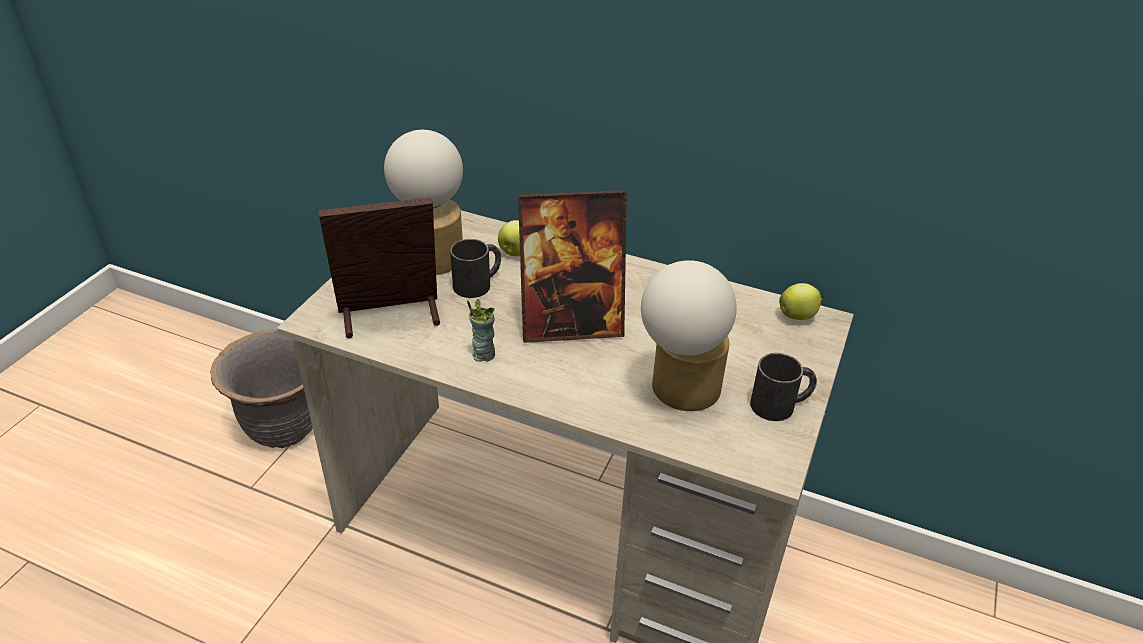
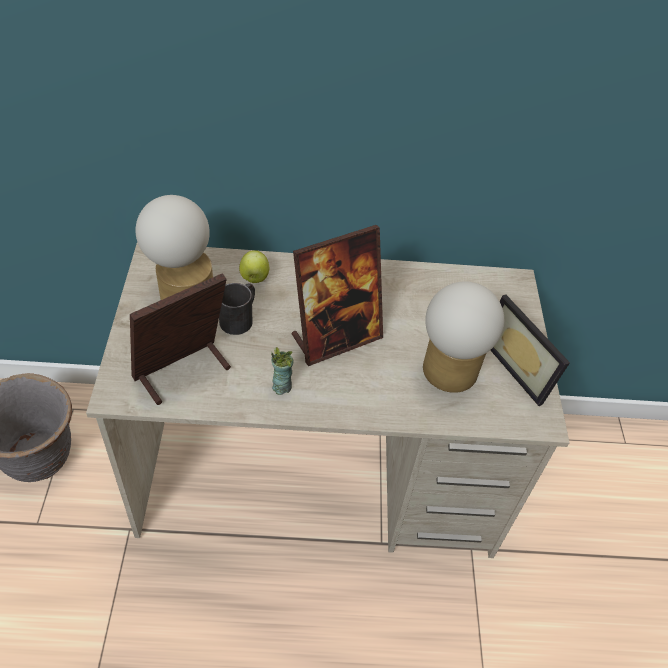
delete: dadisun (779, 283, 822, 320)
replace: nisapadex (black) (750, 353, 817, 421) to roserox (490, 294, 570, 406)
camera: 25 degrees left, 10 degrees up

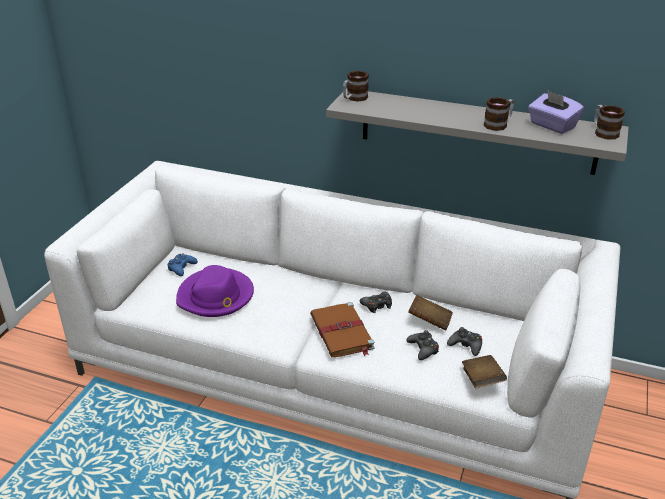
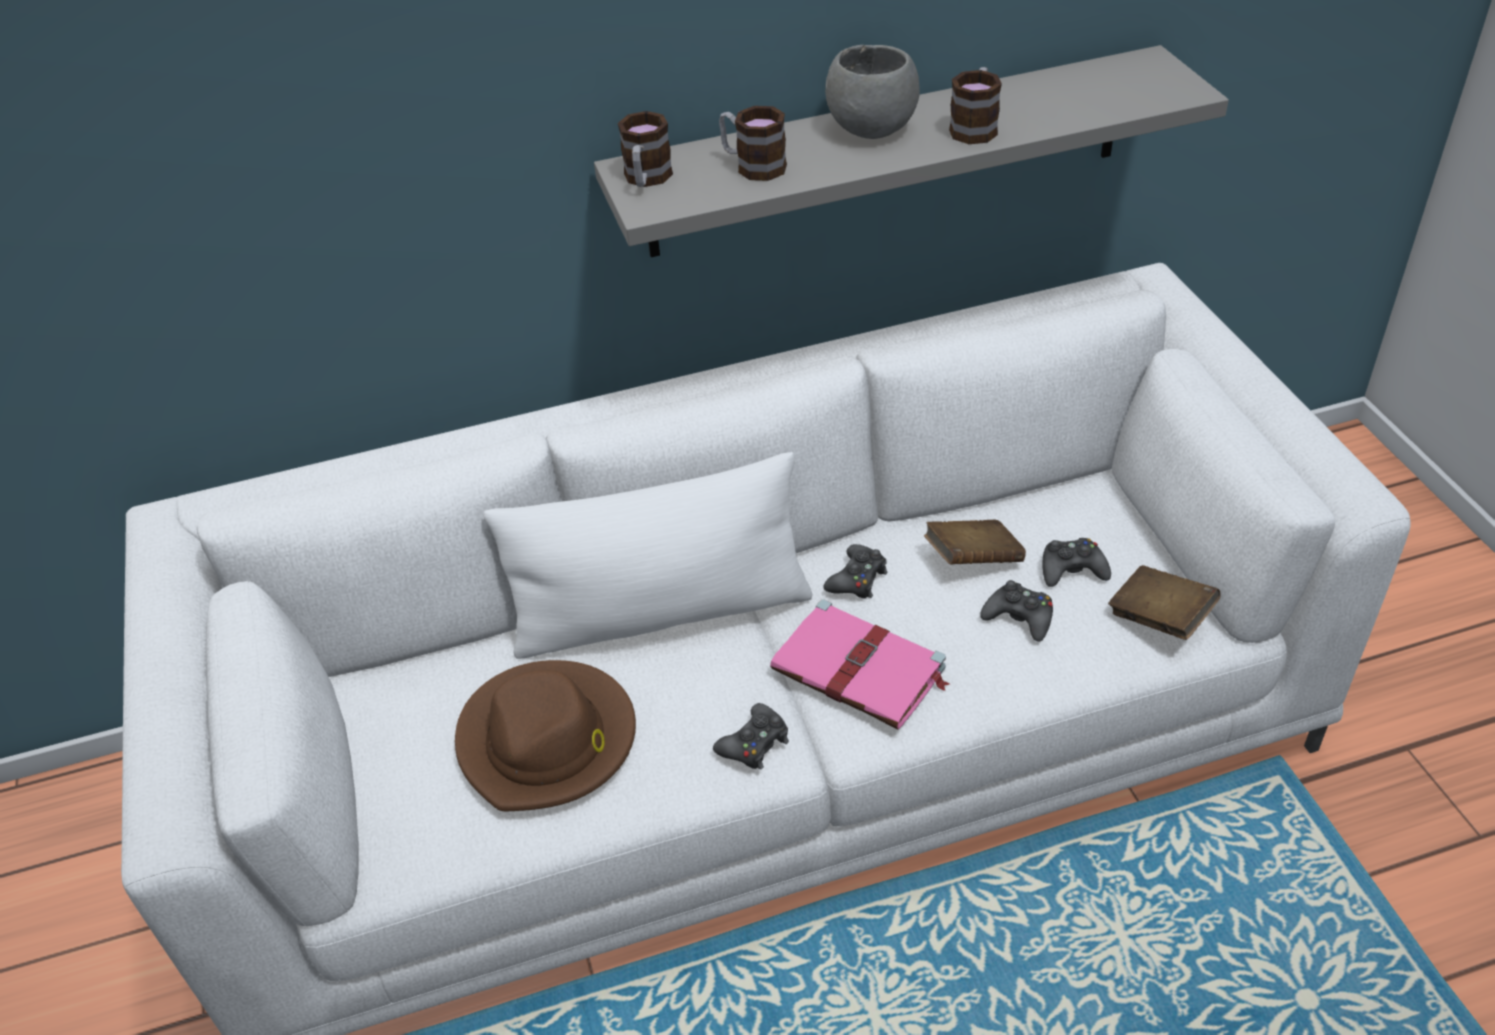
delete: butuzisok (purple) (528, 90, 584, 134); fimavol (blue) (168, 253, 198, 276)
insert: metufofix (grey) (825, 45, 920, 139); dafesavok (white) (484, 452, 813, 659); fimavol (black) (713, 703, 789, 770)
move: nisapadex (594, 105, 625, 140) to (719, 106, 787, 181)
recolor: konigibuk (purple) (176, 265, 254, 317) to konigibuk (brown) (455, 660, 636, 811); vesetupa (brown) (310, 302, 375, 357) to vesetupa (pink) (770, 599, 949, 729)
camera: 35 degrees left, 10 degrees up

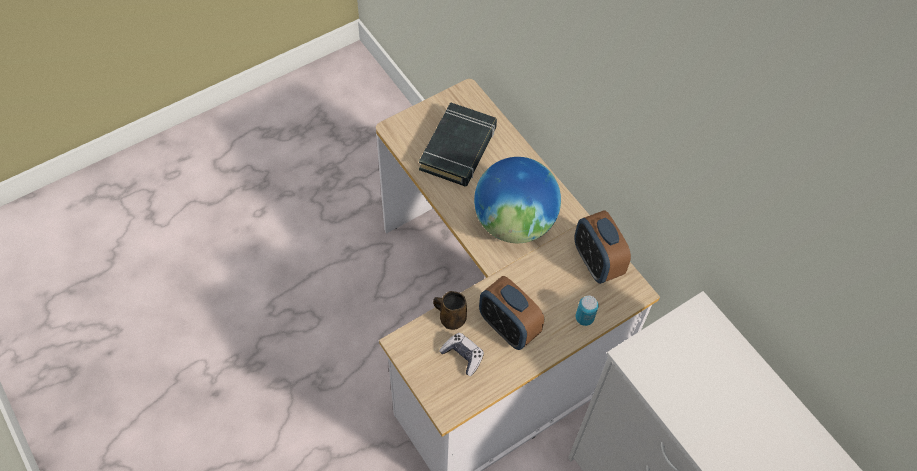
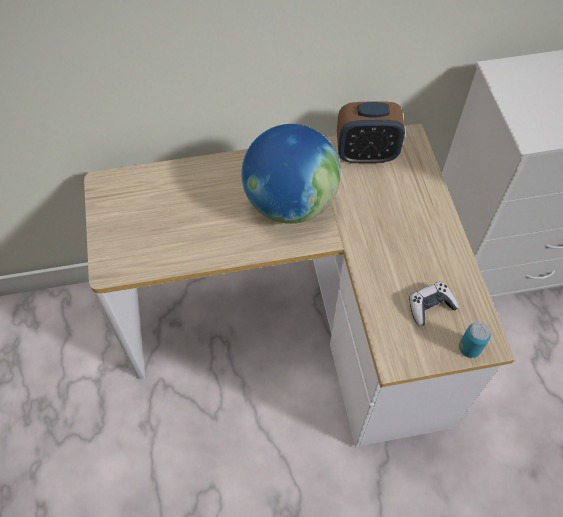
delete: vesetupa (black) (419, 102, 497, 186); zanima (479, 276, 544, 350); nisapadex (brown) (433, 291, 467, 330)
move: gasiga (576, 296, 599, 326) to (459, 322, 491, 358)
camera: 65 degrees left, 0 degrees up

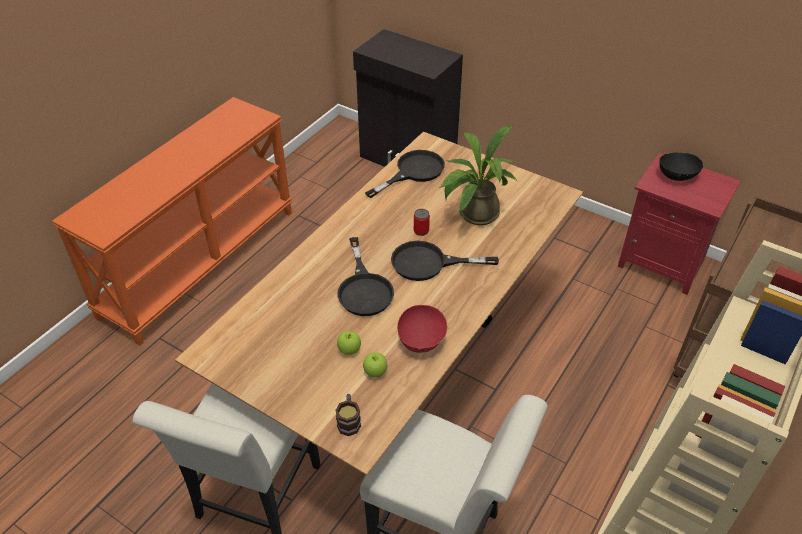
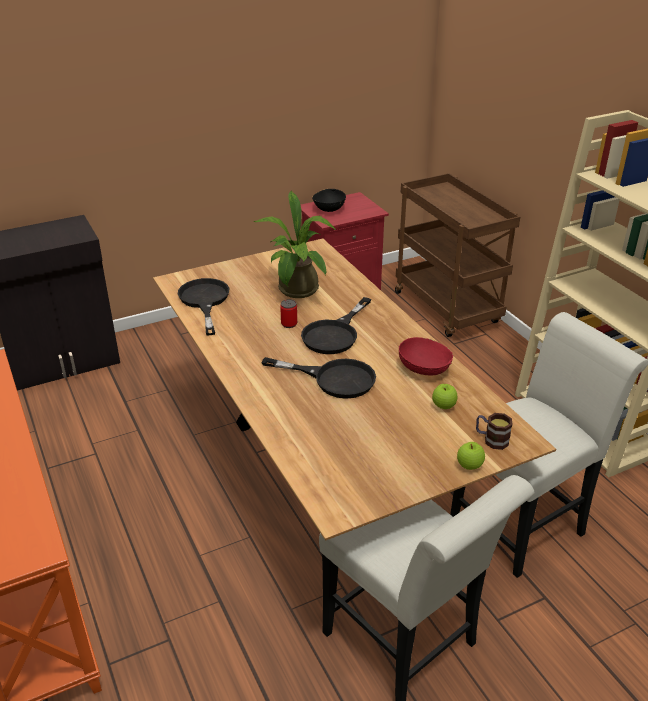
move: dadisun (337, 331, 361, 355) to (457, 442, 485, 470)
camera: 60 degrees left, 10 degrees down

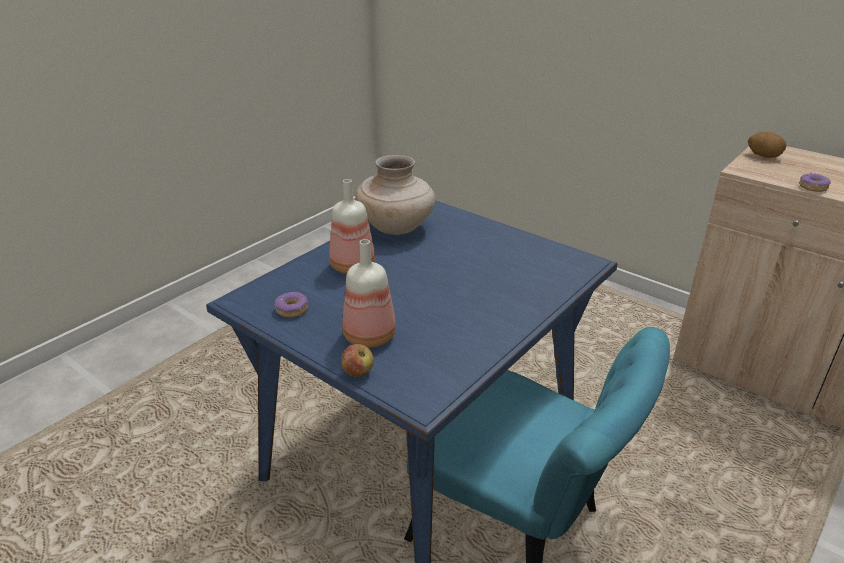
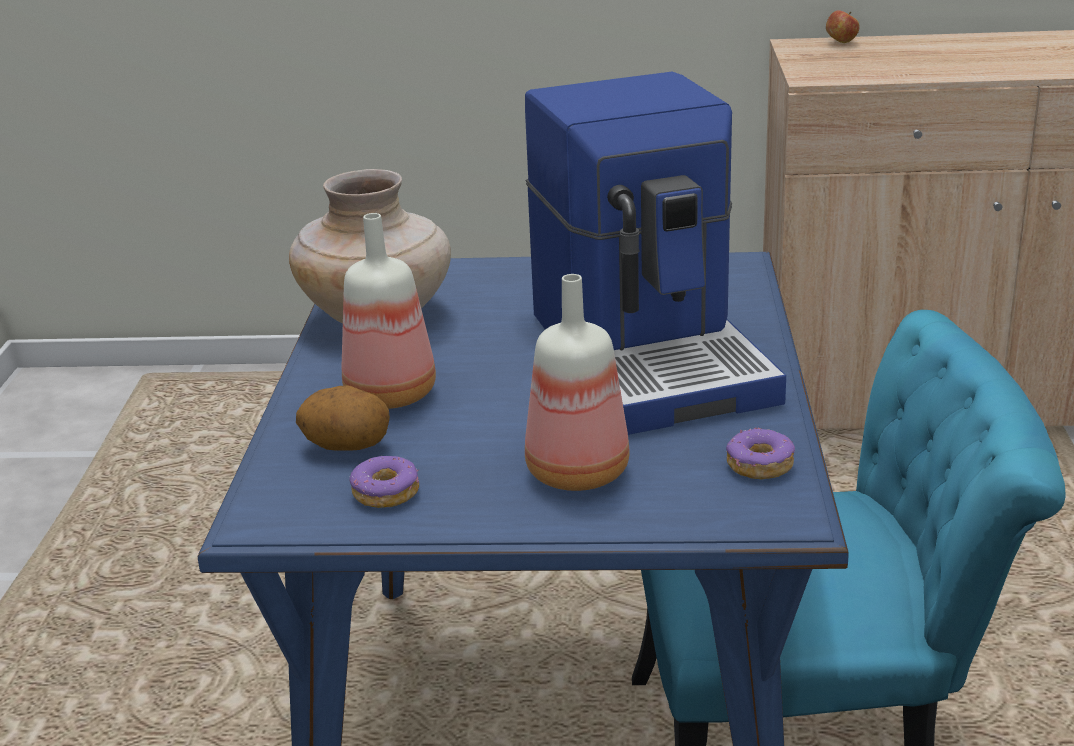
insert: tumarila (525, 72, 786, 435)
move: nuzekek (748, 132, 787, 158) to (296, 386, 390, 450); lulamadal (799, 173, 831, 192) to (726, 428, 795, 480); dadisun (341, 344, 374, 377) to (826, 10, 860, 43)
camera: 35 degrees left, 5 degrees down

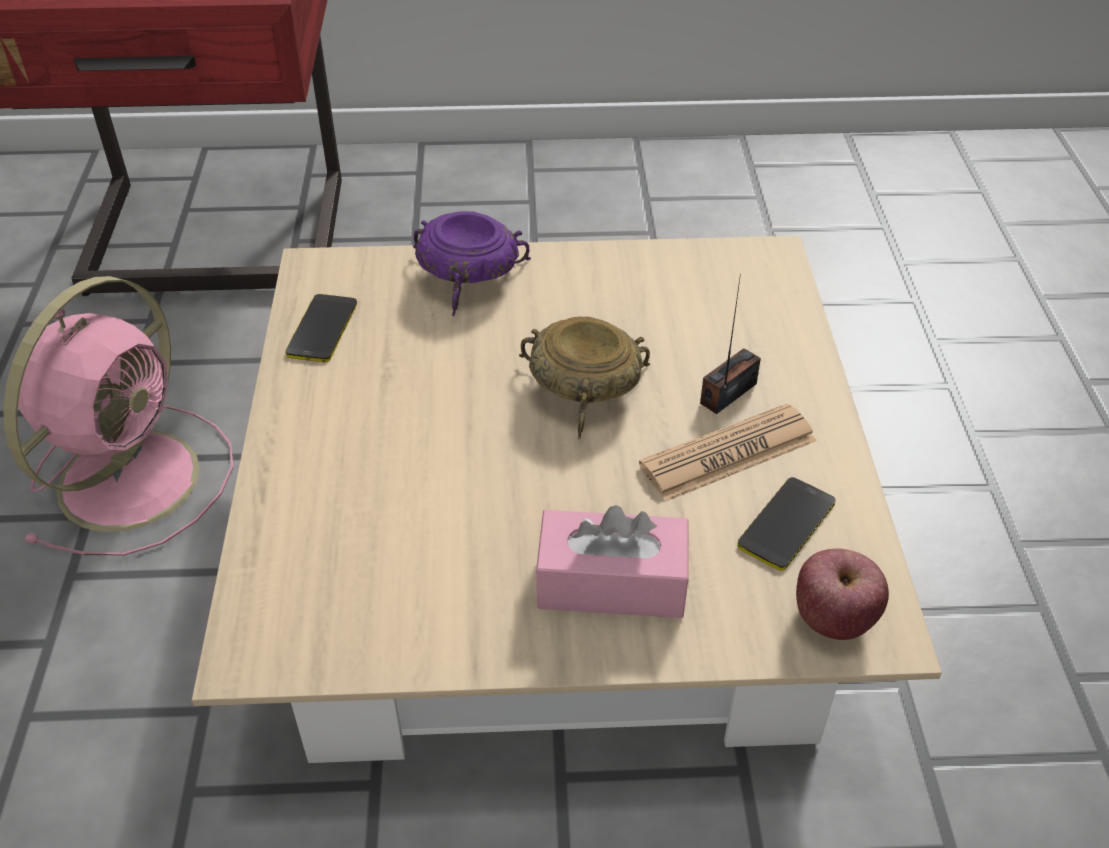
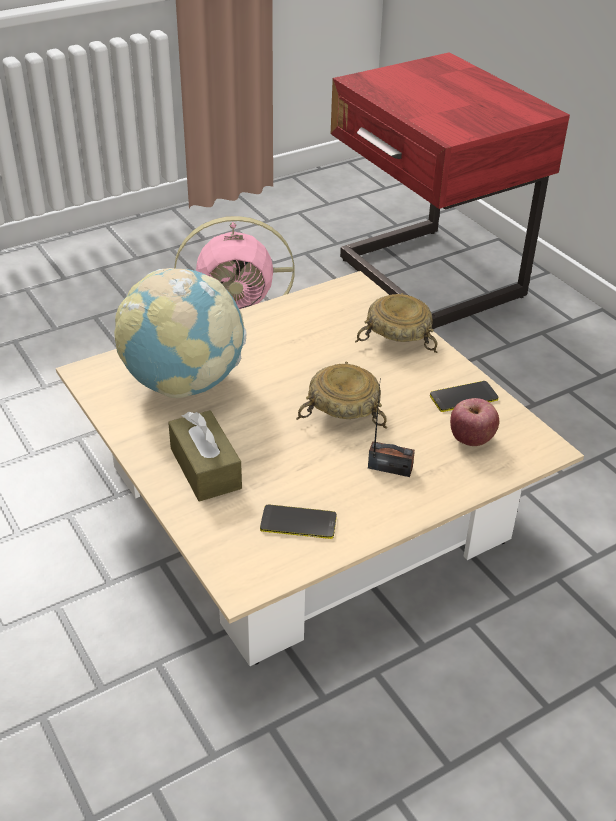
delete: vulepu (639, 403, 817, 501)
insert: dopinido (114, 268, 247, 398)
move: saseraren (286, 294, 357, 362) to (430, 381, 498, 412); dadisun (796, 548, 889, 640) to (450, 398, 499, 446)
recolor: metufofix (purple) (413, 211, 531, 316) to metufofix (beige) (355, 293, 437, 353); butuzisok (pink) (535, 505, 689, 618) to butuzisok (brown) (168, 410, 242, 502)
camera: 60 degrees right, 5 degrees down

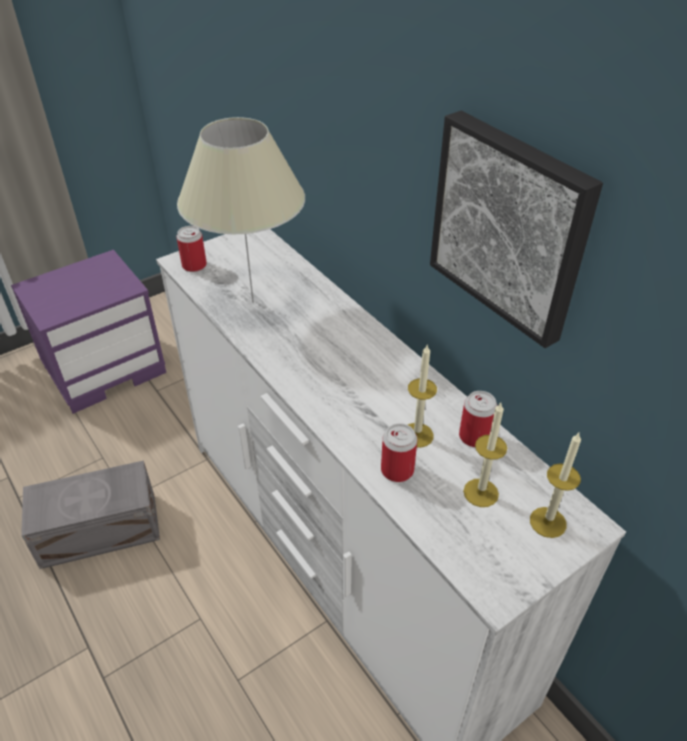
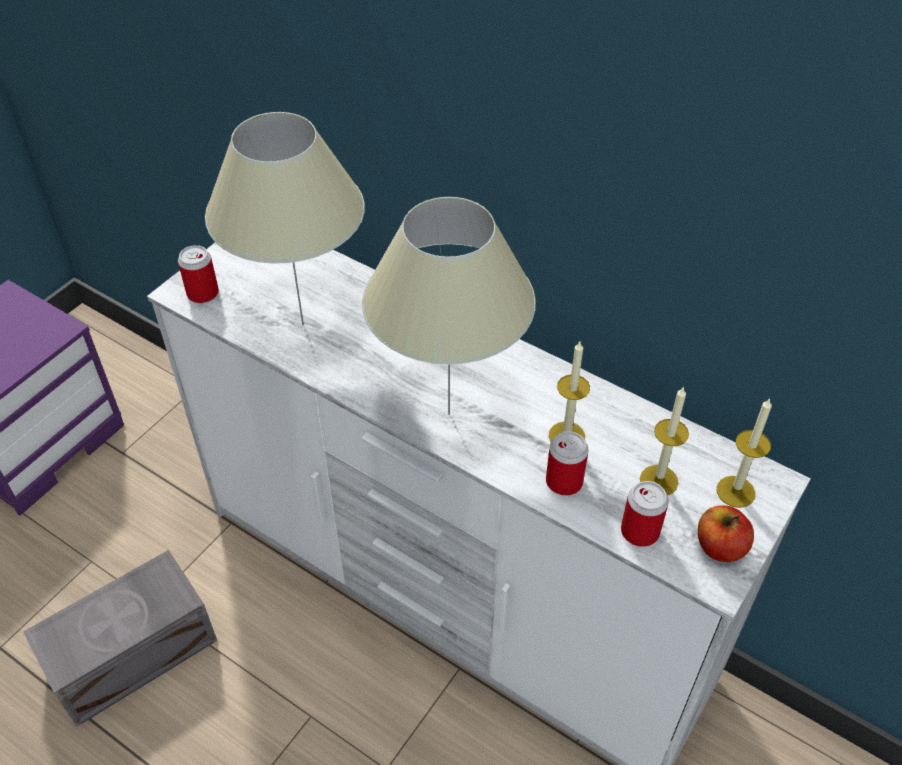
delete: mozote (430, 111, 603, 348)
insert: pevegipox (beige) (362, 197, 536, 415); dadisun (698, 505, 754, 562)
move: gasiga (459, 391, 498, 447) to (621, 481, 669, 547)
camera: 20 degrees left, 5 degrees up

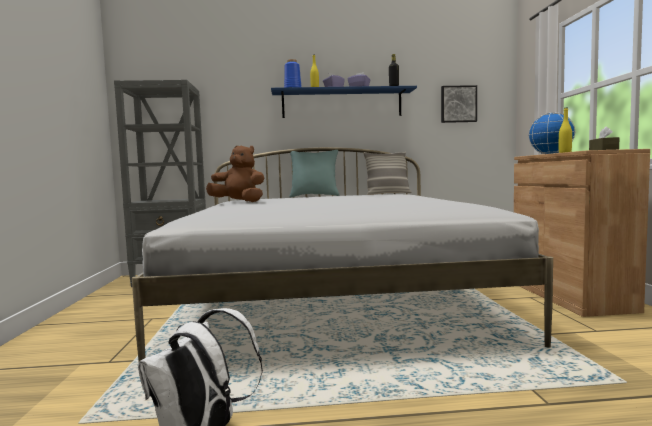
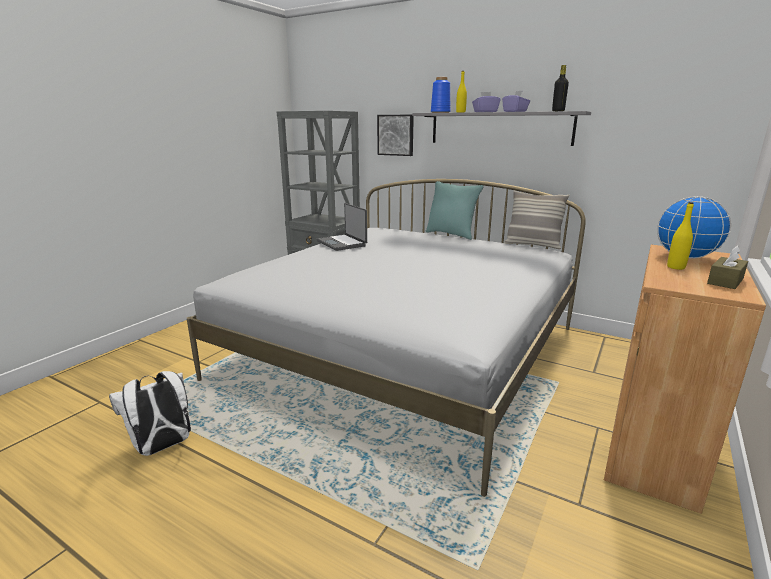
move: mozote (441, 85, 477, 123) to (377, 115, 414, 156)
replace: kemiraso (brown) (206, 146, 264, 202) to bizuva (317, 203, 367, 251)
recolor: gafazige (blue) (271, 86, 417, 118) to gafazige (grey) (412, 111, 591, 146)
camera: 35 degrees right, 15 degrees up

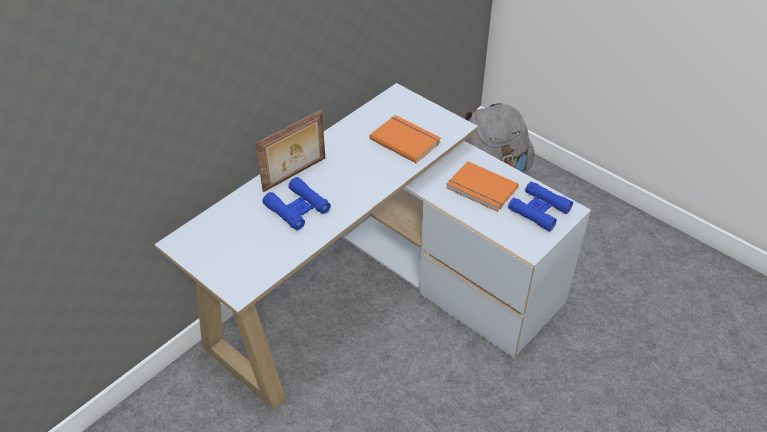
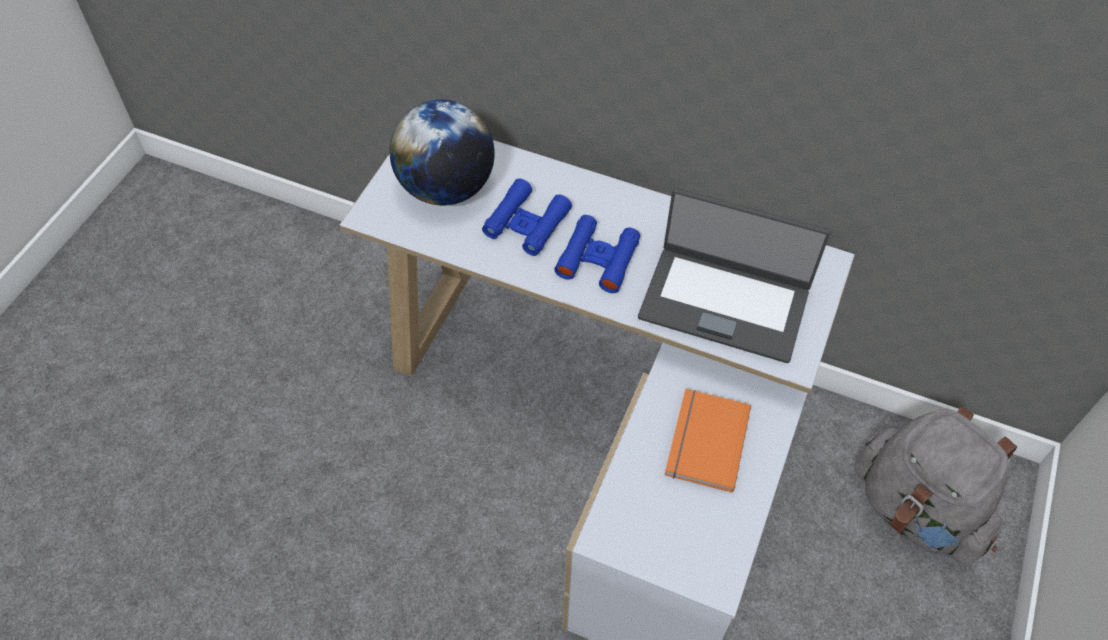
delete: roserox (255, 110, 325, 192)
insert: dopinido (390, 100, 495, 205)
move: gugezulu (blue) (508, 181, 573, 232) to (554, 215, 640, 293)
replace: vesetupa (orange) (369, 115, 441, 163) to bizuva (638, 188, 830, 363)
camera: 70 degrees right, 10 degrees up

